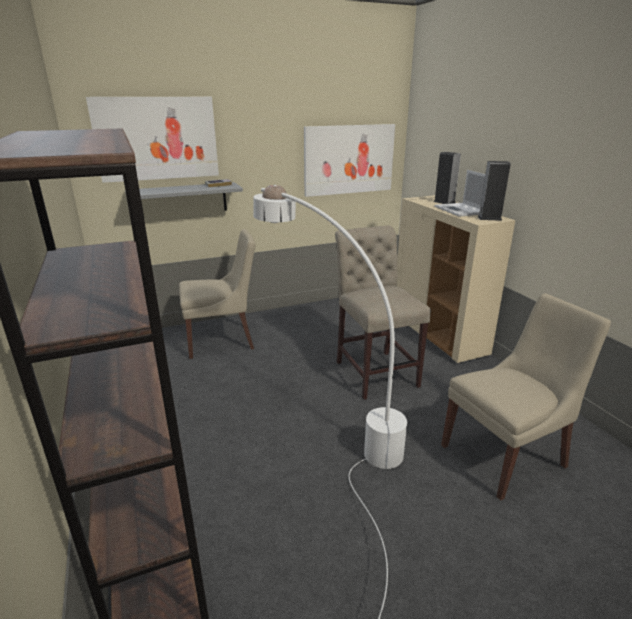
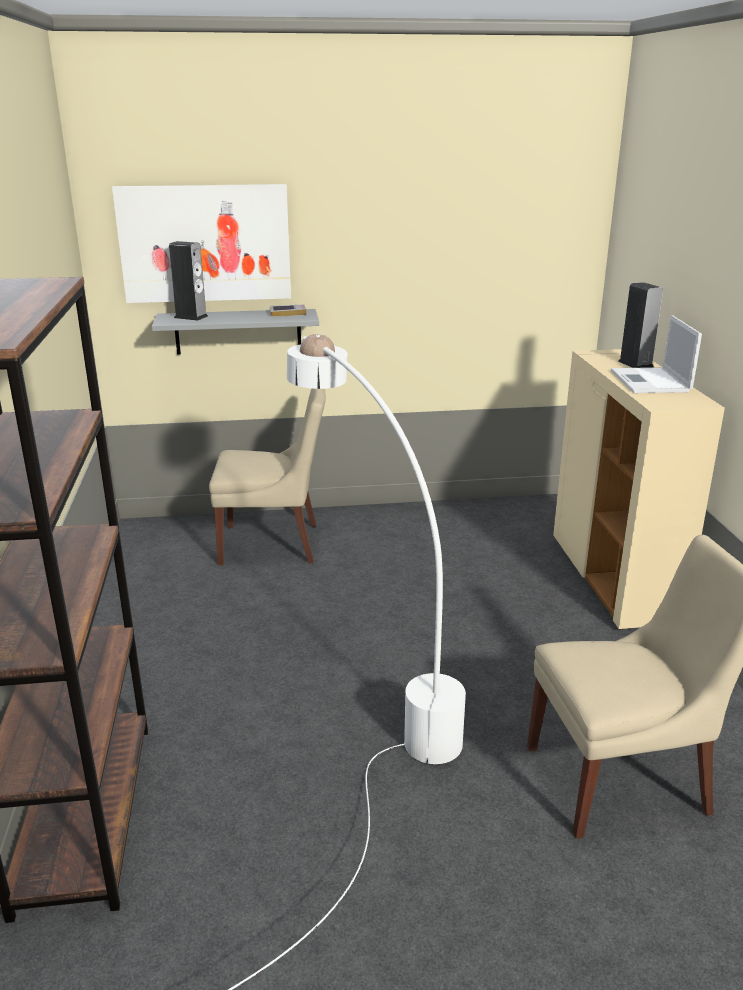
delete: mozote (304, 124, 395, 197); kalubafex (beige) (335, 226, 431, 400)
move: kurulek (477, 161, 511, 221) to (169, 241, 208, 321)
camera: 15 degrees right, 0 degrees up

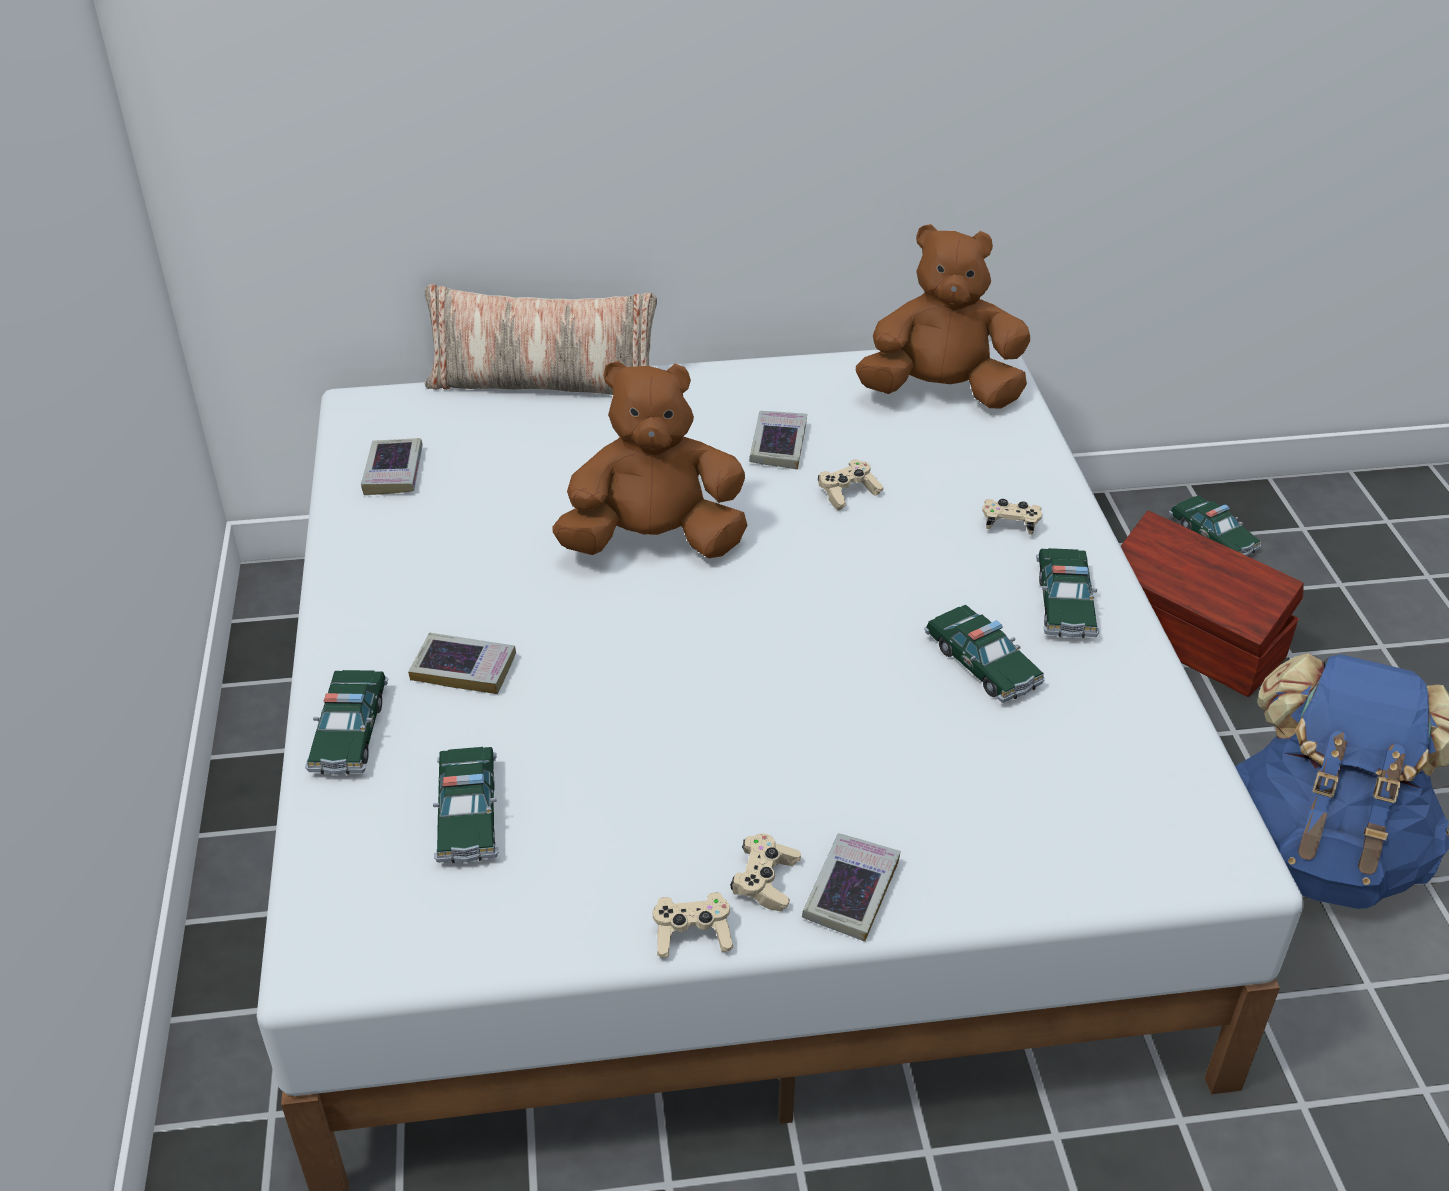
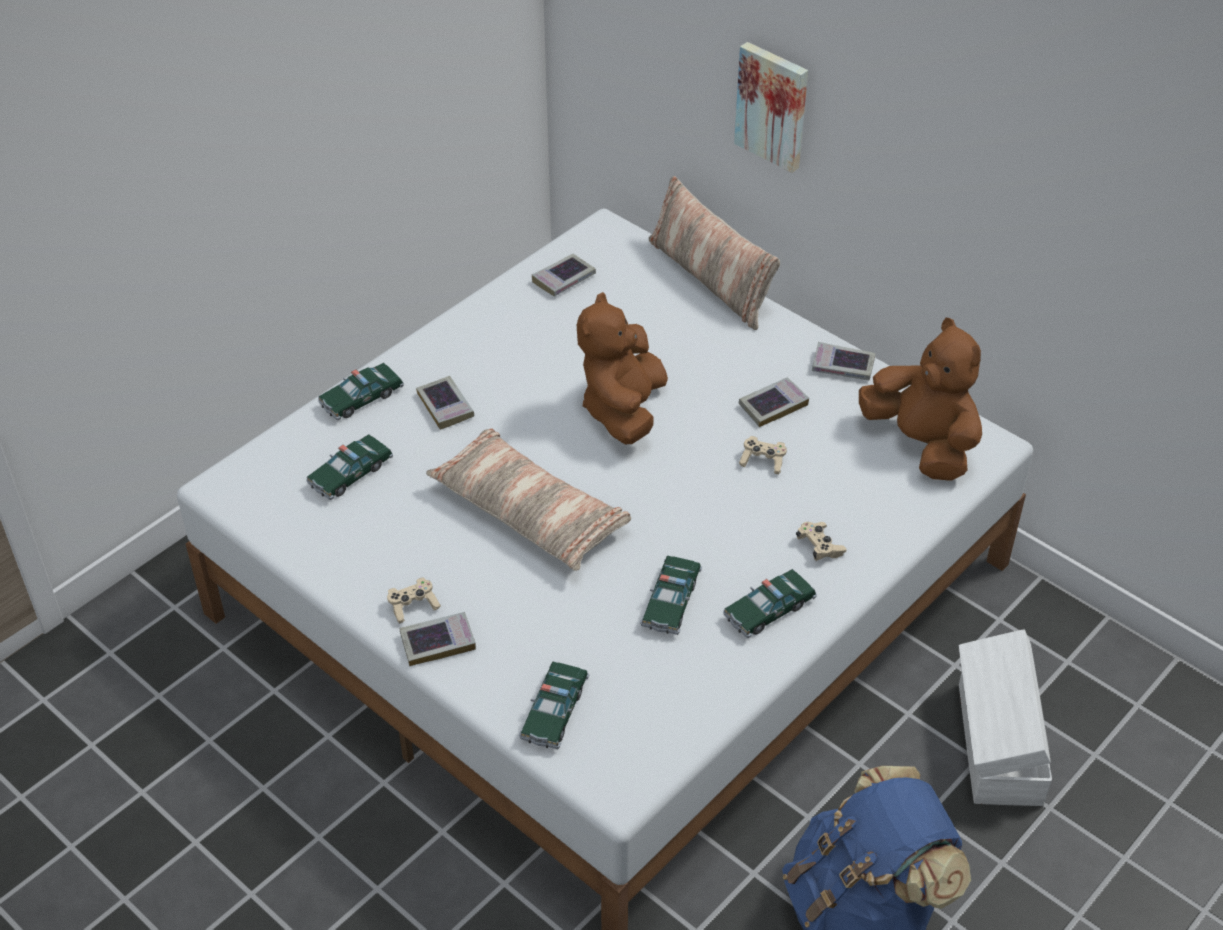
delete: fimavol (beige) (653, 893, 734, 958)
insert: mozote (734, 42, 808, 173); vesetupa (812, 342, 876, 381); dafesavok (426, 428, 631, 571)
move: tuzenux (1169, 495, 1261, 556) to (519, 661, 589, 749)
recolor: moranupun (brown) (1121, 510, 1304, 697) to moranupun (white) (959, 629, 1052, 806)
rotate: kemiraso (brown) (553, 361, 747, 558) = (577, 292, 668, 444) 120 degrees counterclockwise
camera: 50 degrees right, 5 degrees up

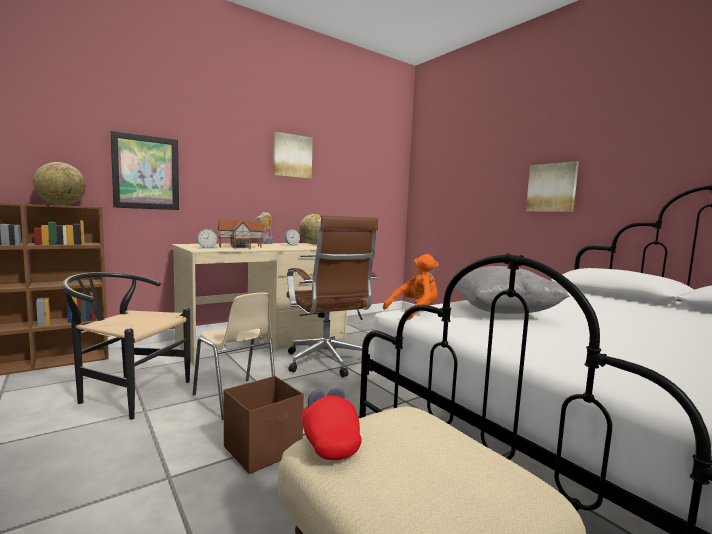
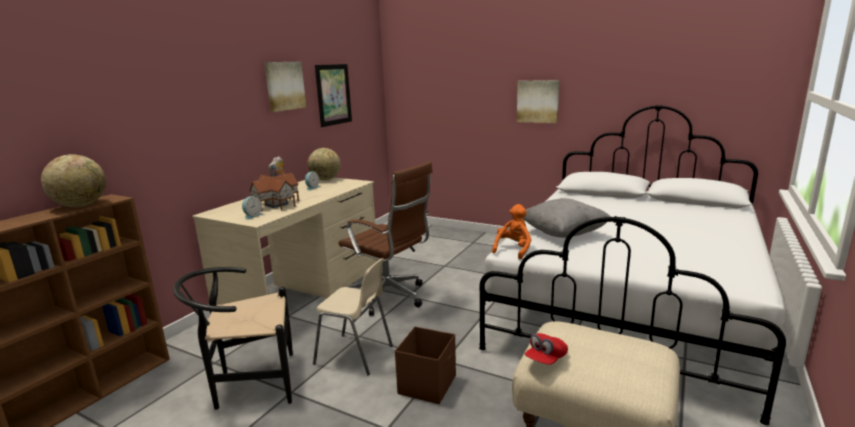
move: mozote (110, 131, 179, 210) to (315, 64, 352, 127)
rotate: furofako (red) (301, 387, 362, 460) = (524, 333, 568, 365) 90 degrees counterclockwise
camera: 25 degrees left, 10 degrees up

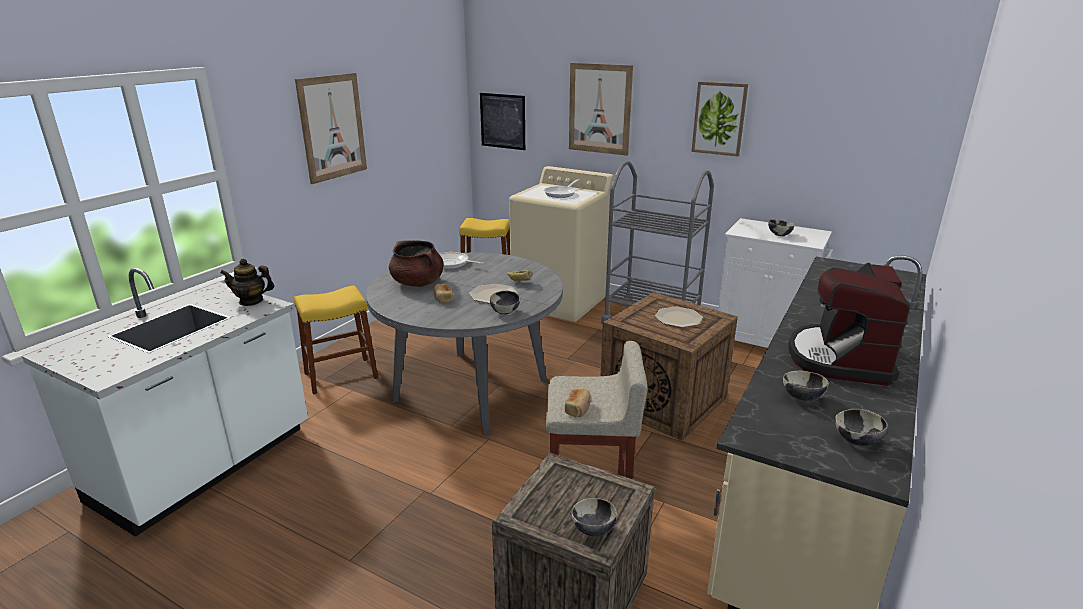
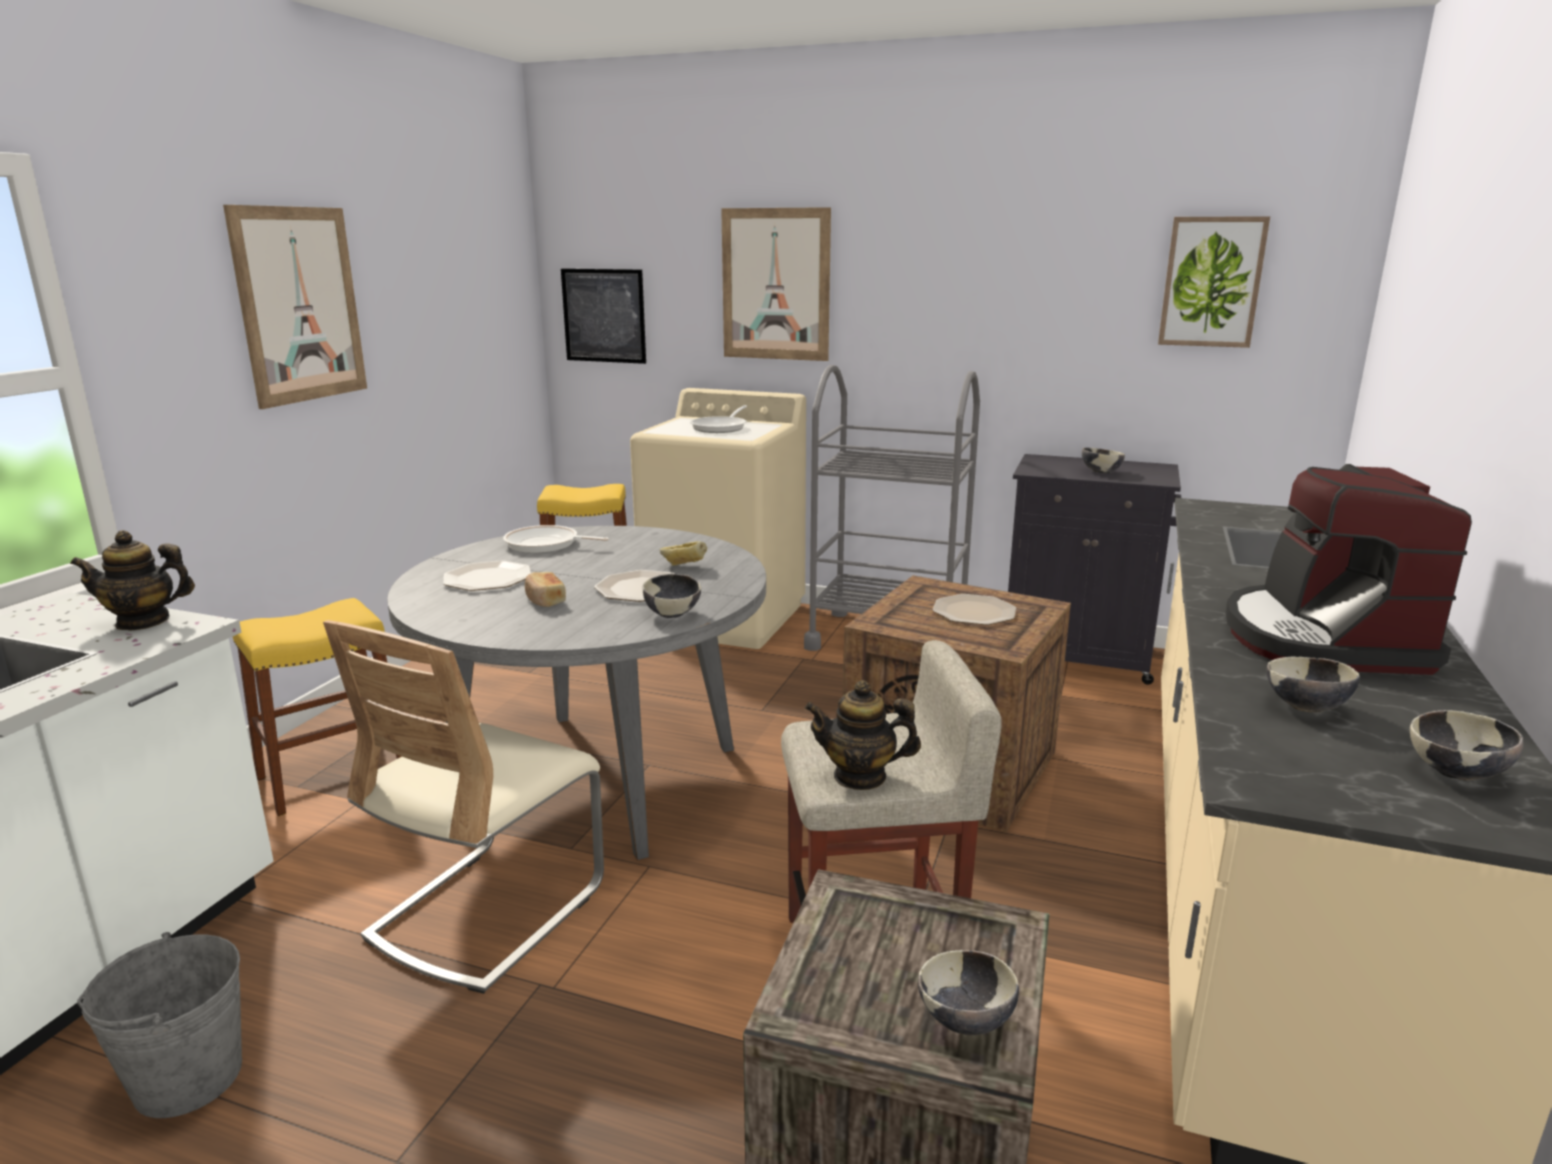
insert: kalubafex (beige) (323, 620, 604, 994); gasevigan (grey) (77, 932, 242, 1118)
move: mozote (692, 81, 748, 156) to (1158, 216, 1270, 348)
replace: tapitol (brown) (389, 240, 444, 287) to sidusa (444, 560, 531, 591); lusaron (565, 388, 591, 417) to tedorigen (805, 680, 921, 790)
recolor: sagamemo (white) (718, 218, 833, 348) to sagamemo (black) (1008, 454, 1181, 684)
camera: 10 degrees left, 5 degrees down

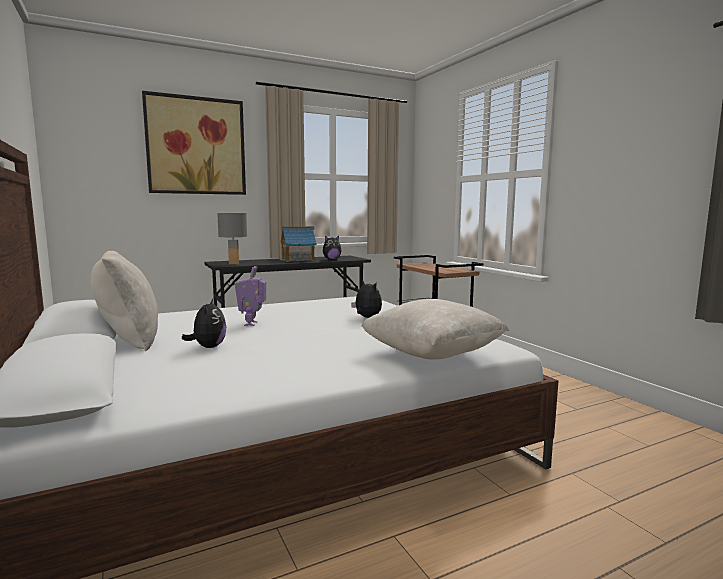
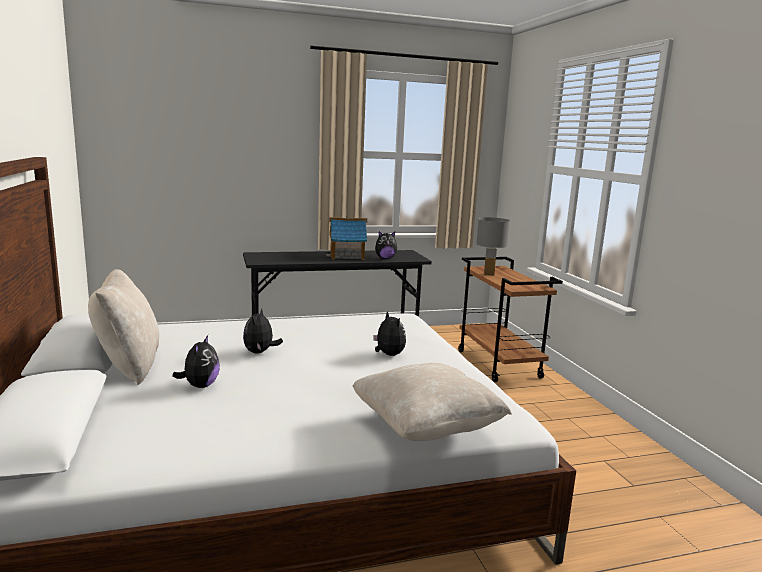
delete: mozote (142, 91, 246, 195)
move: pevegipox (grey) (217, 213, 247, 265) to (476, 217, 510, 276)
replace: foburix (234, 266, 266, 326) to kemiraso (243, 308, 283, 354)
camera: 10 degrees right, 5 degrees up

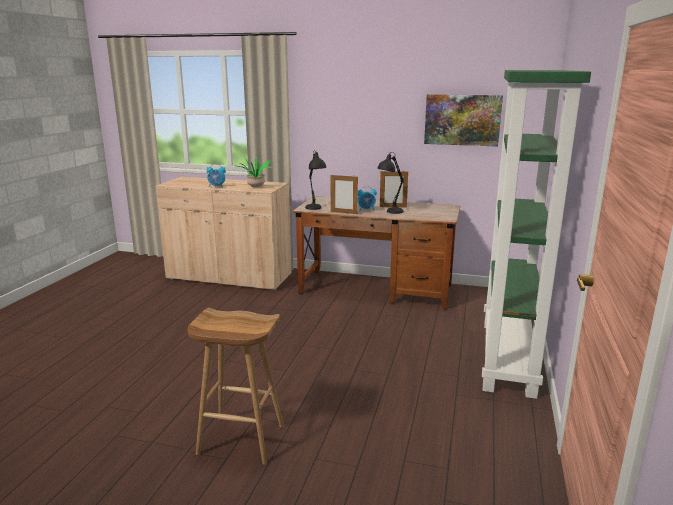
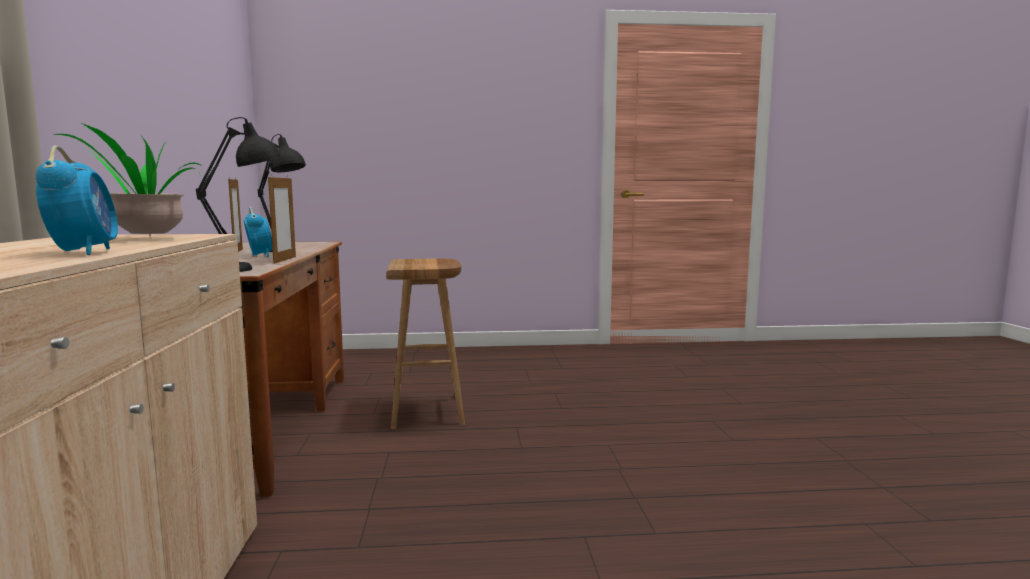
delete: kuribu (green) (482, 70, 591, 399); mozote (424, 94, 503, 147)
move: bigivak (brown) (188, 308, 284, 465) to (386, 258, 465, 429)
camera: 110 degrees left, 10 degrees down

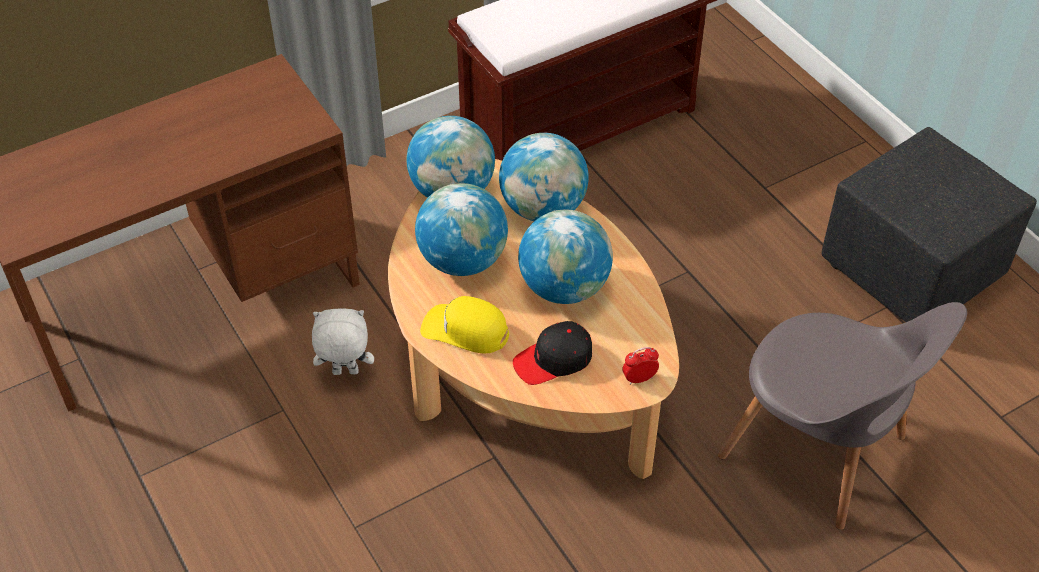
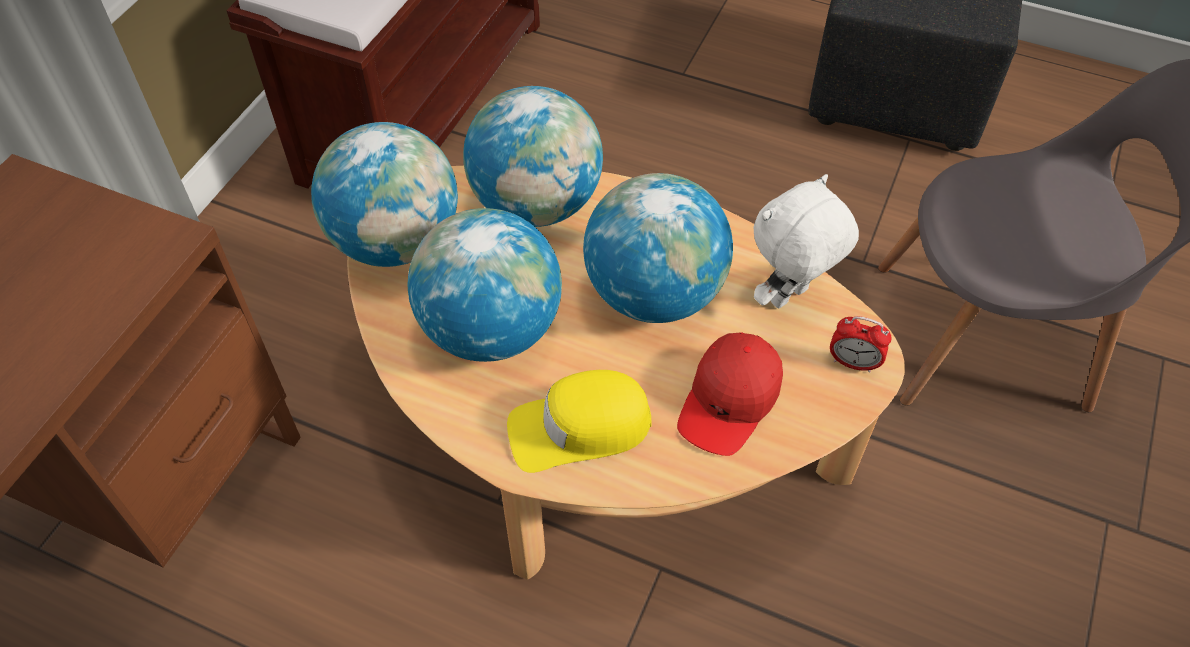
move: kemiraso (white) (312, 308, 374, 375) to (753, 174, 859, 308)
recolor: furofako (black) (513, 321, 592, 385) to furofako (red) (677, 333, 783, 456)
rotate: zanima (622, 347, 659, 385) = (830, 316, 891, 373) 105 degrees counterclockwise
camera: 35 degrees left, 5 degrees up

